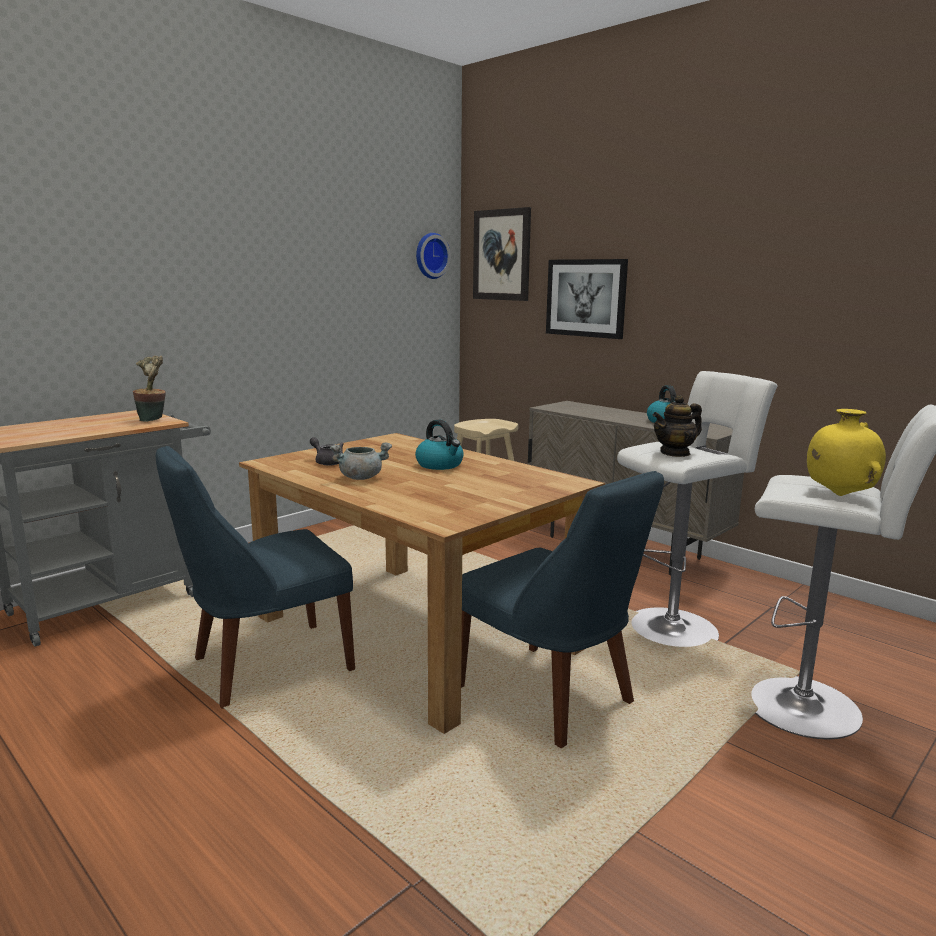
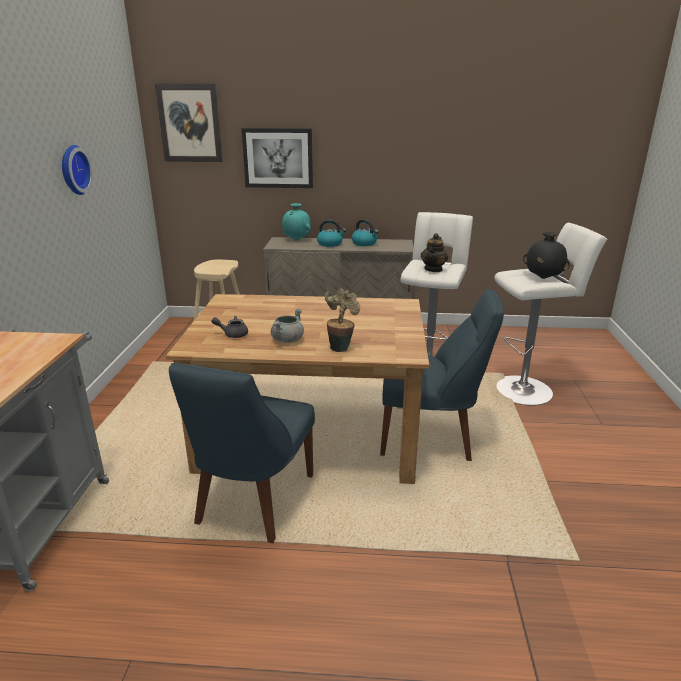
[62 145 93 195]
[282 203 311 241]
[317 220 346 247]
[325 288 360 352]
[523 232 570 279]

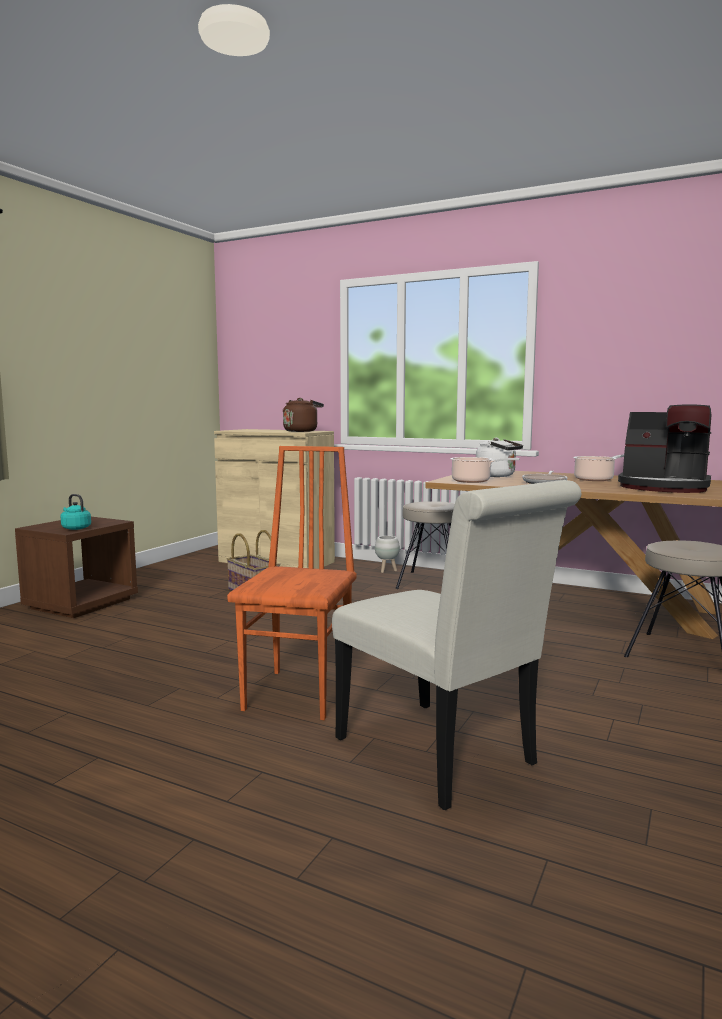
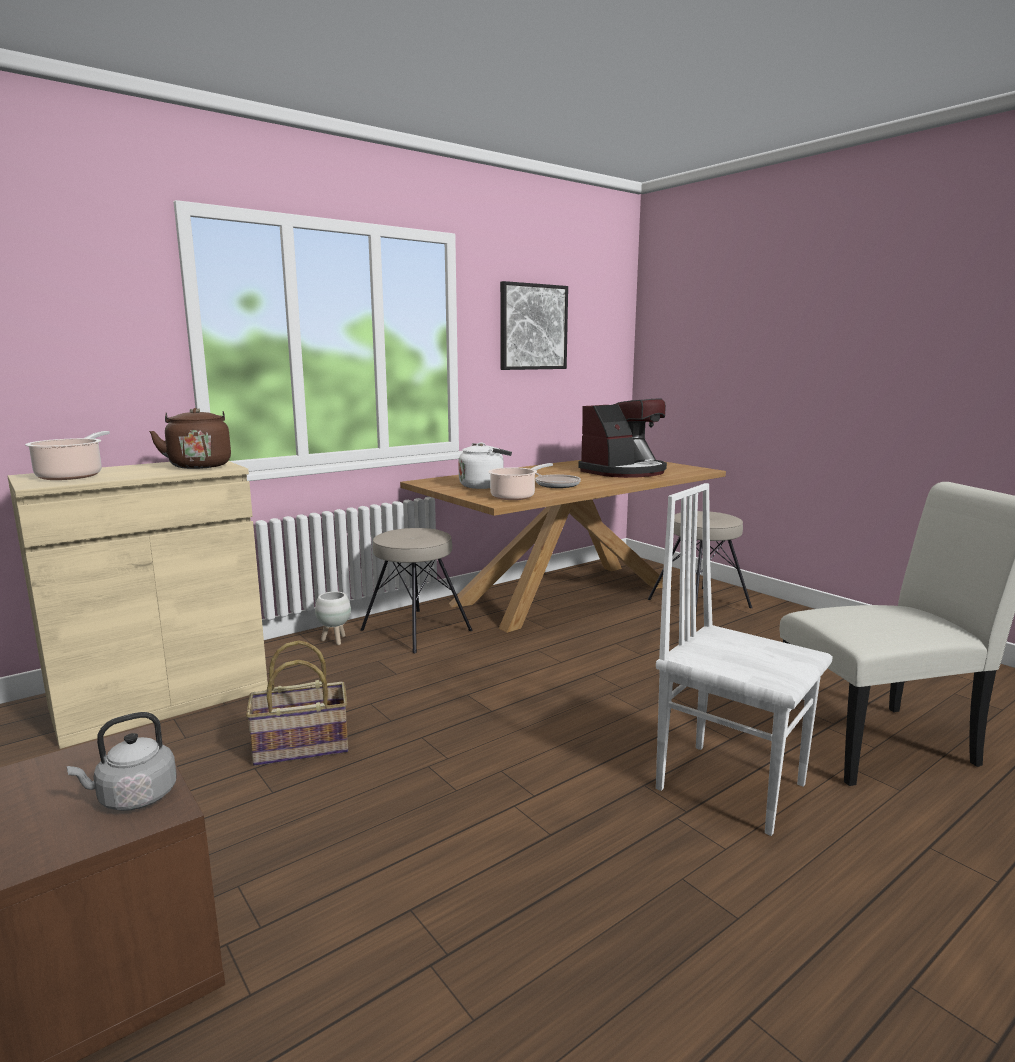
[25 431 110 480]
[66 712 177 811]
[500 281 568 370]
[656 483 833 836]

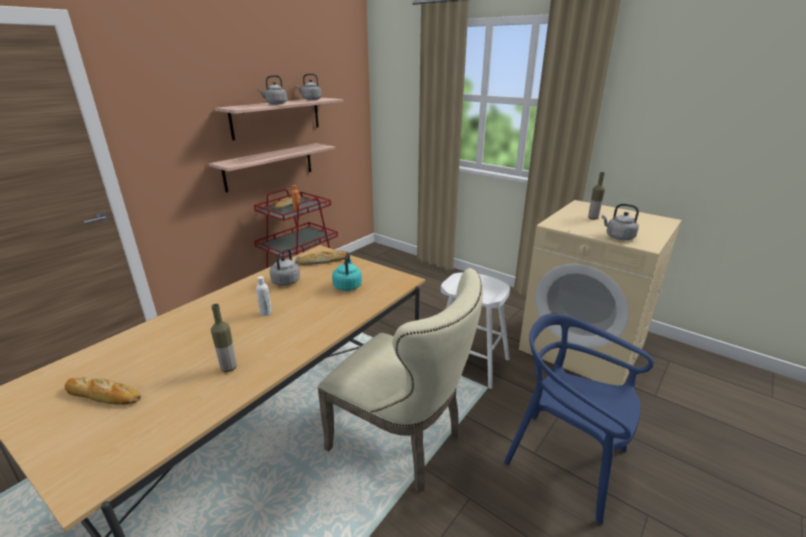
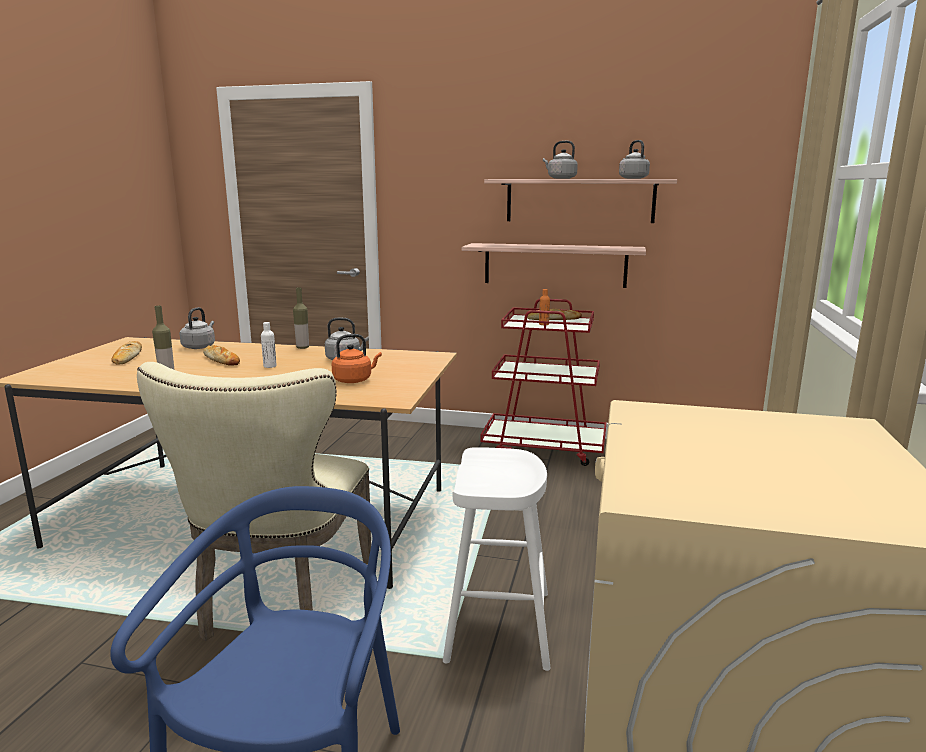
[180 307 215 349]
[203 345 240 366]
[293 287 309 349]
[332 334 382 383]

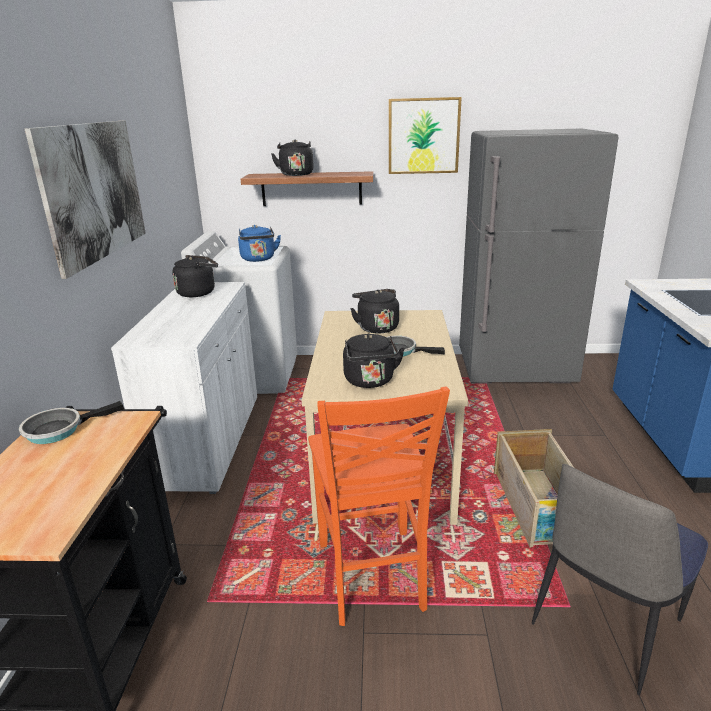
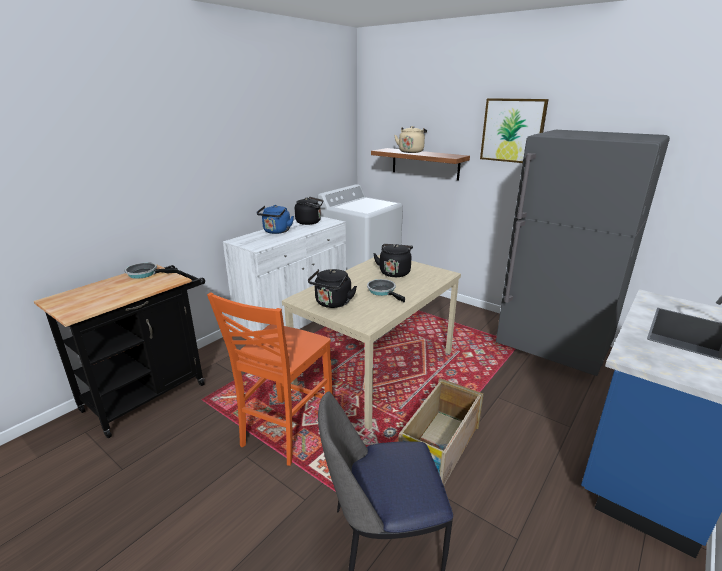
[256 205 294 234]
[395 126 427 153]
[25 121 146 279] (first image)

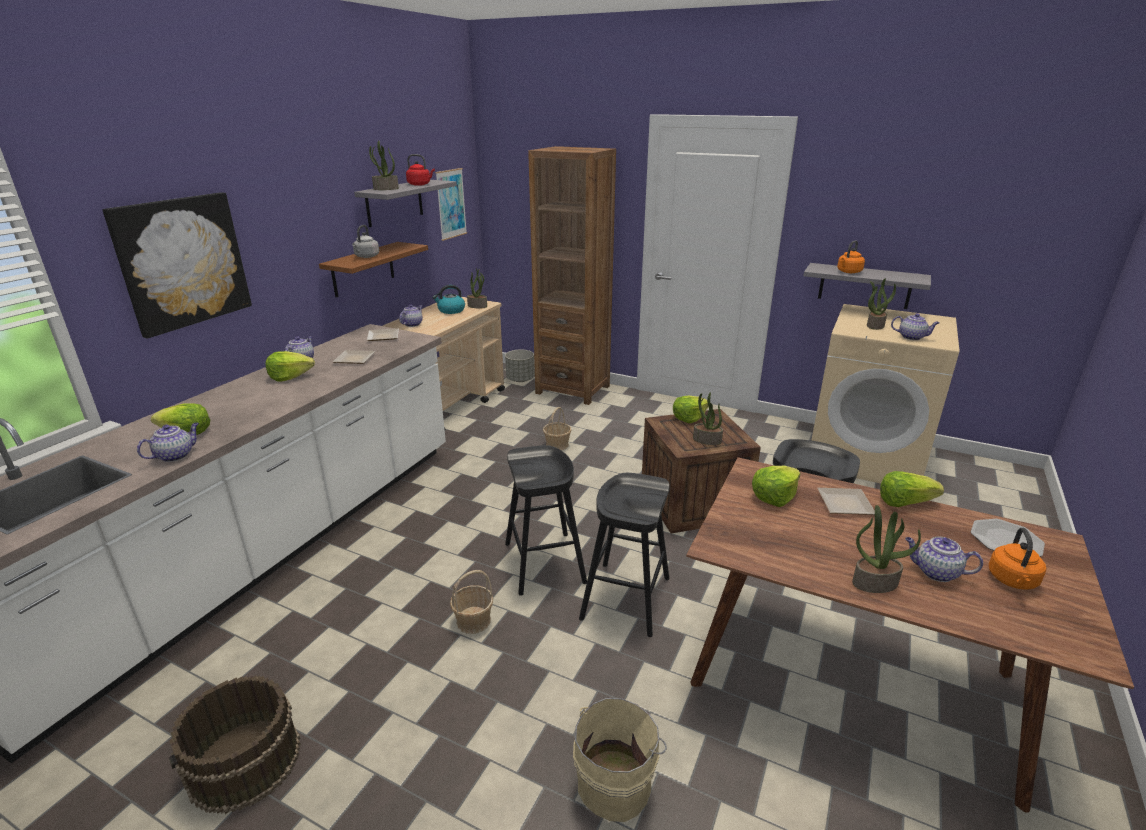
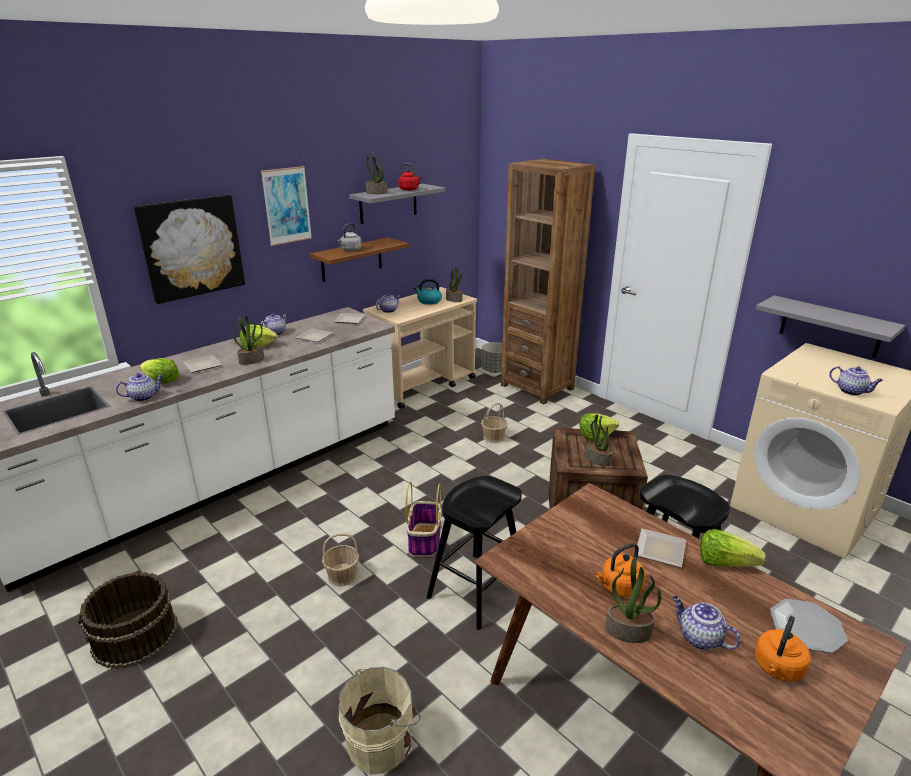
[184 355 222 373]
[233 316 264 365]
[261 166 312 246]
[406 481 442 557]
[595 543 646 597]
[752 465 801 507] (first image)

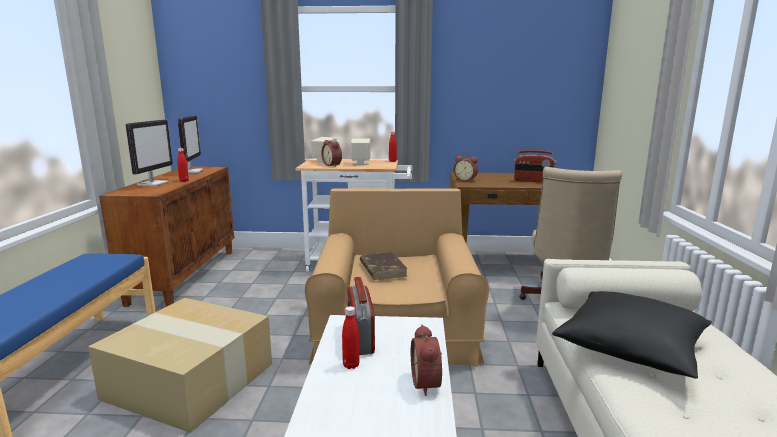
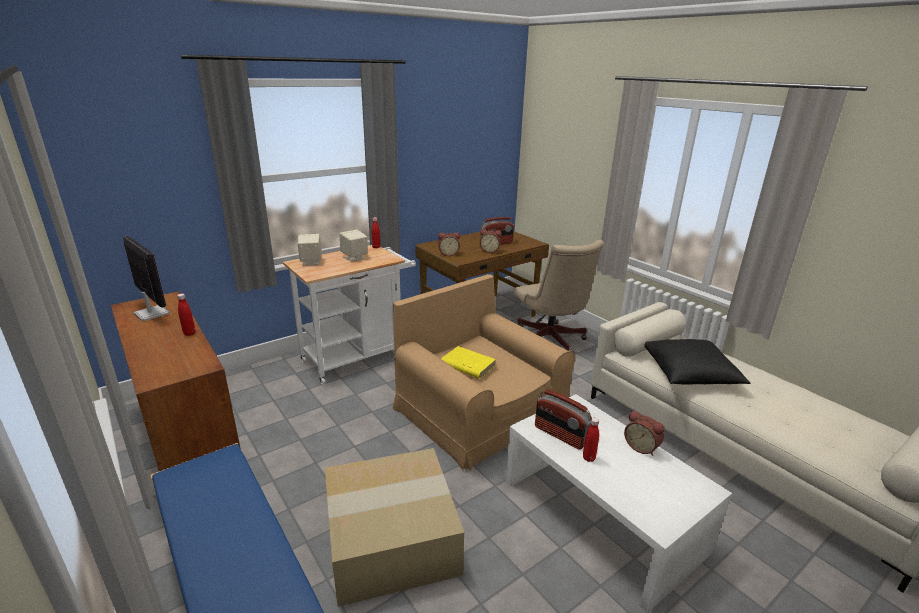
[441 346 496 379]
[480 229 502 253]
[126 119 173 186] (first image)

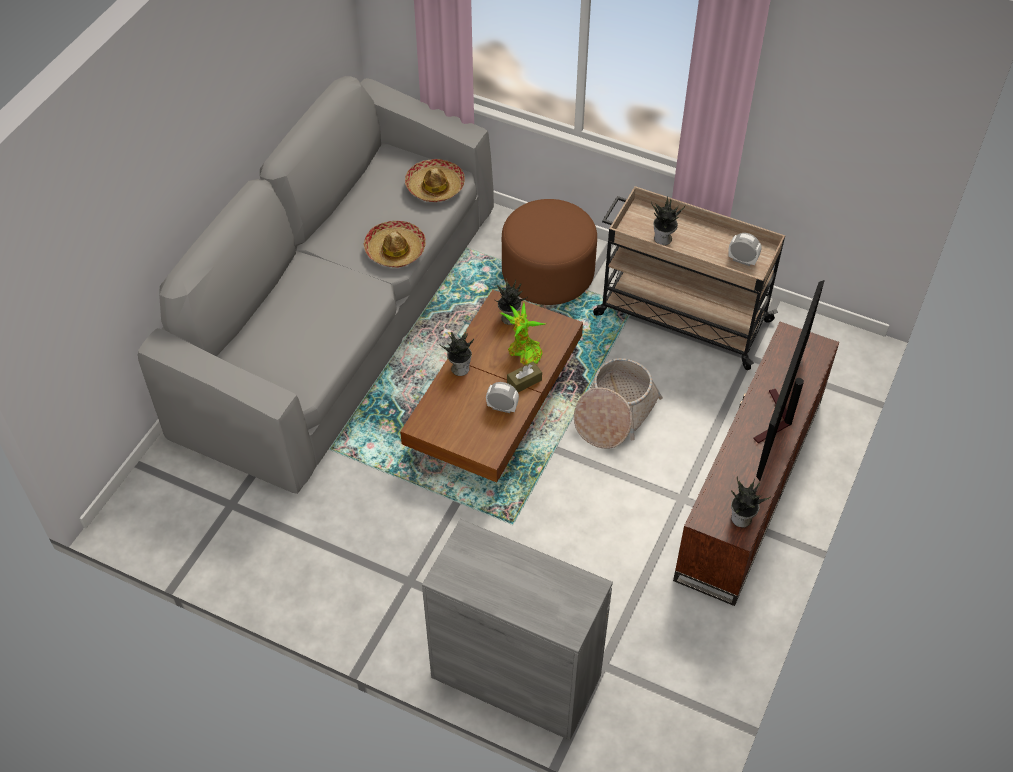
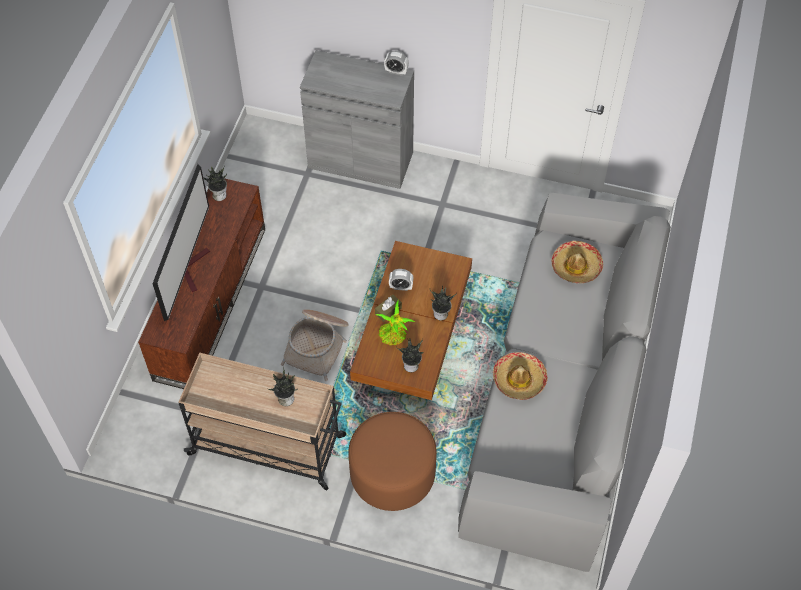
[384 51 409 76]
[551 241 603 283]

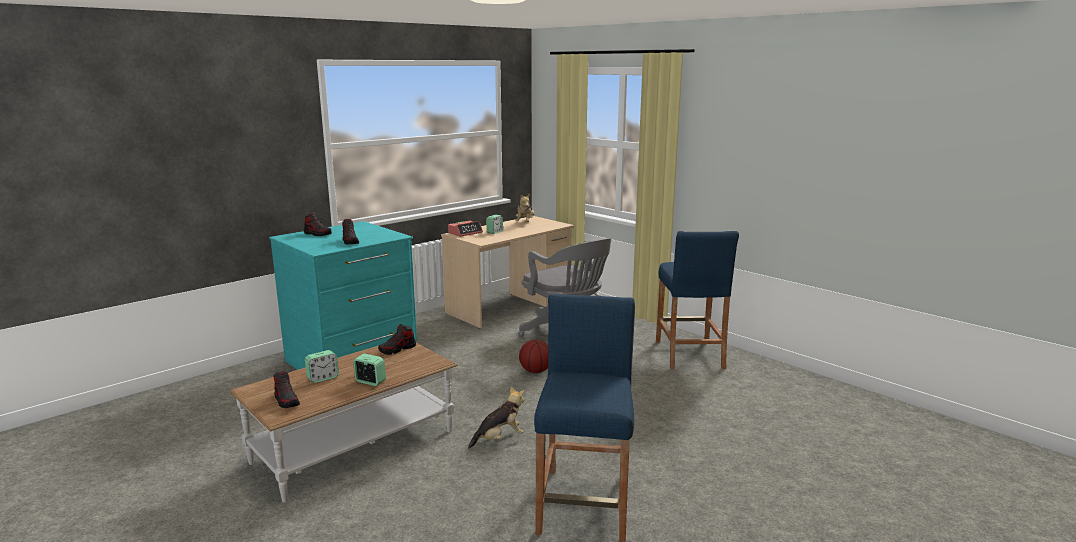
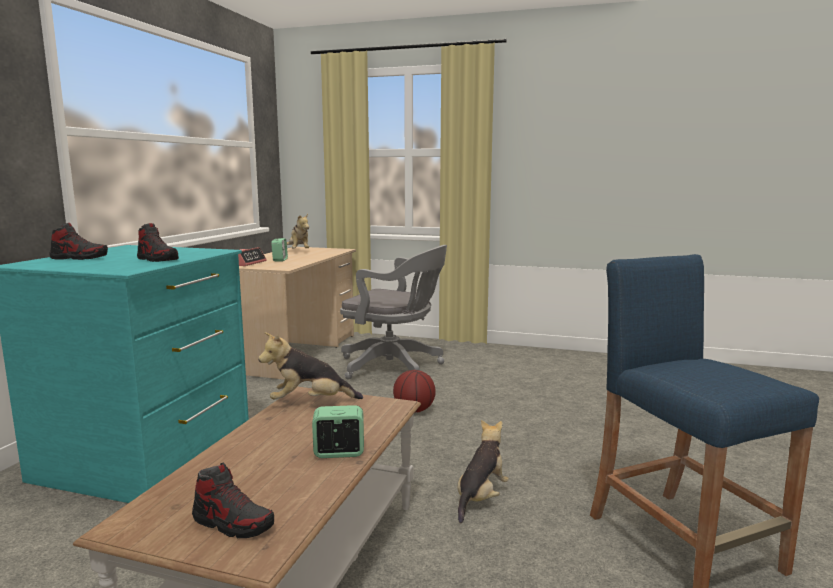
[258 332 363 400]
[305 350 339 383] (first image)
[656 231 739 370] (first image)

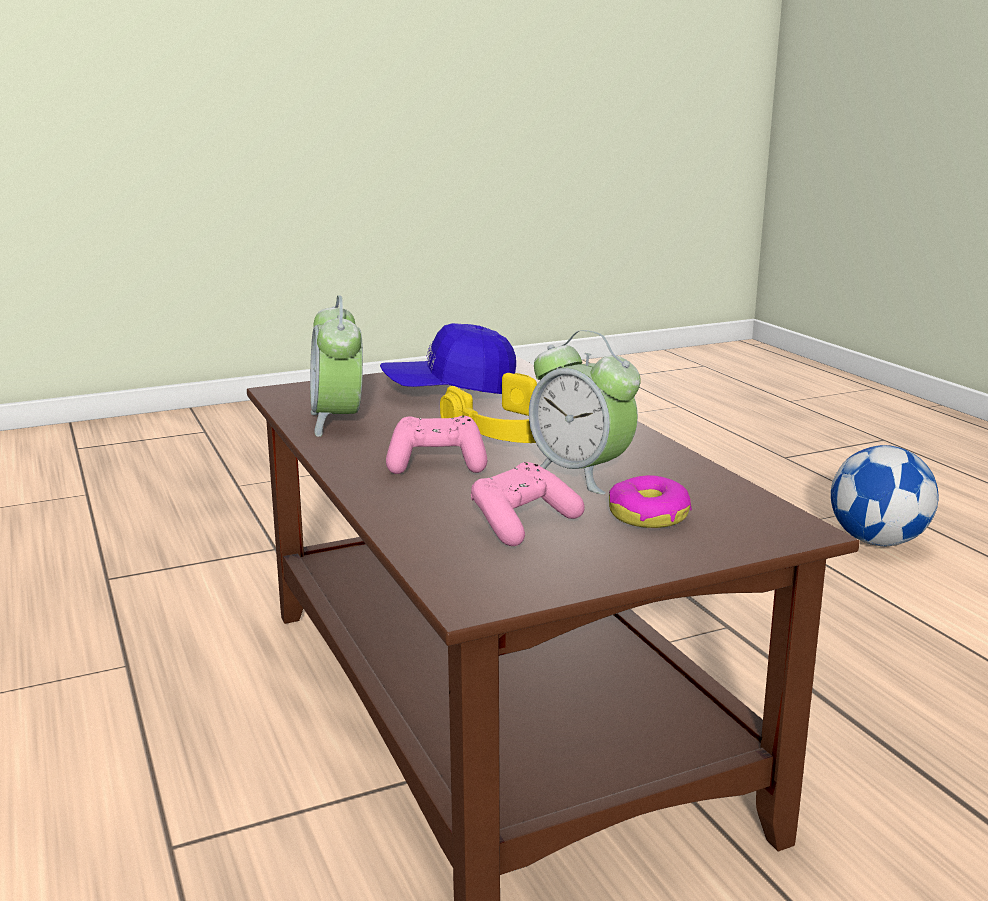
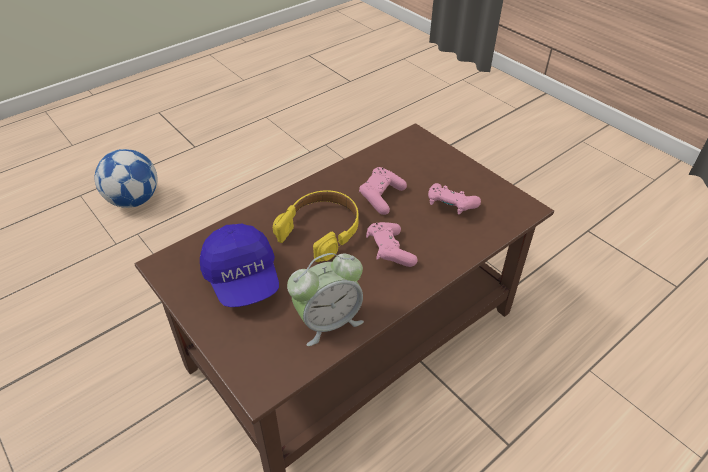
[359 167 407 215]
[609 475 692 528] (first image)

